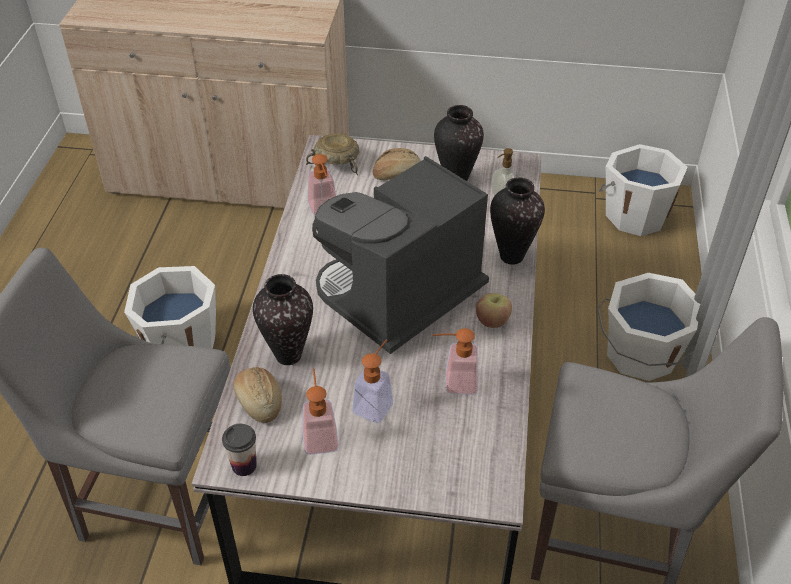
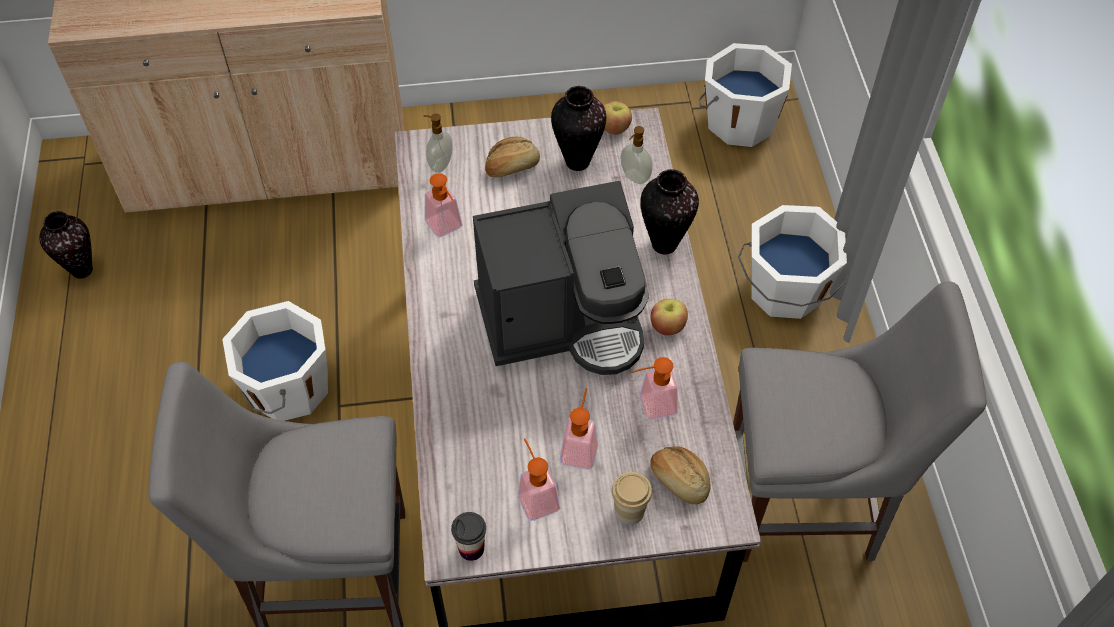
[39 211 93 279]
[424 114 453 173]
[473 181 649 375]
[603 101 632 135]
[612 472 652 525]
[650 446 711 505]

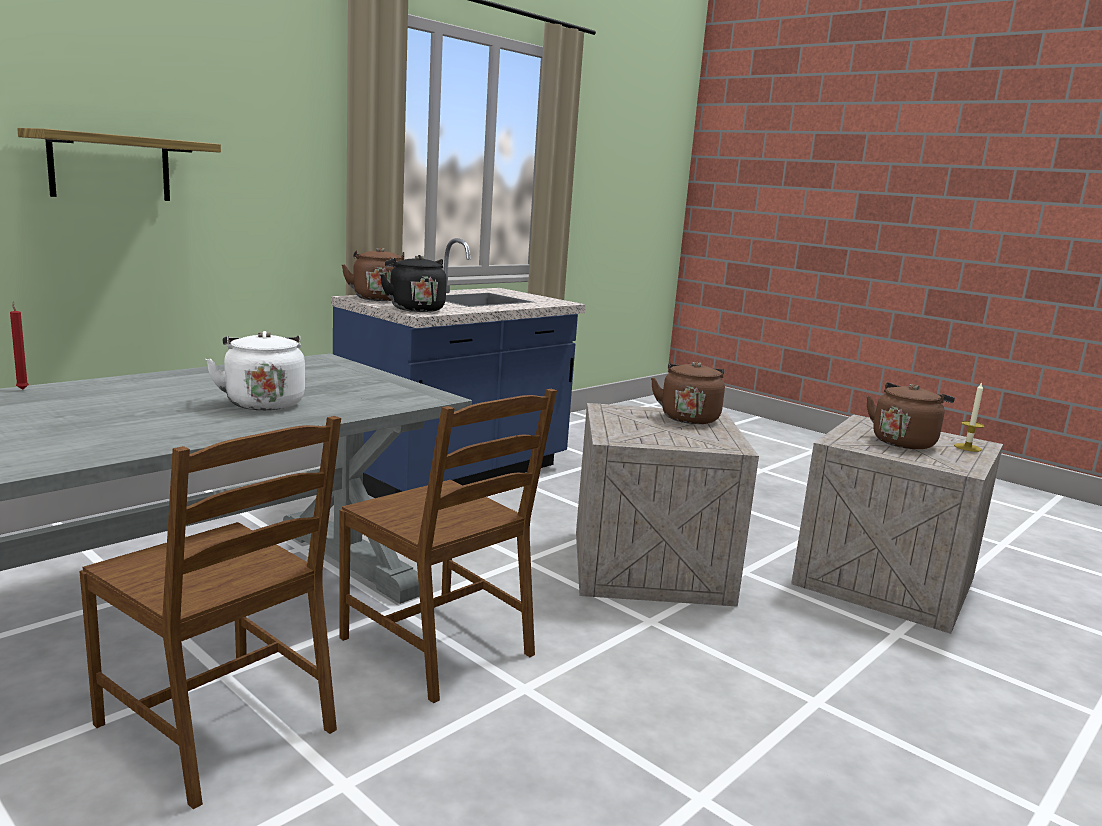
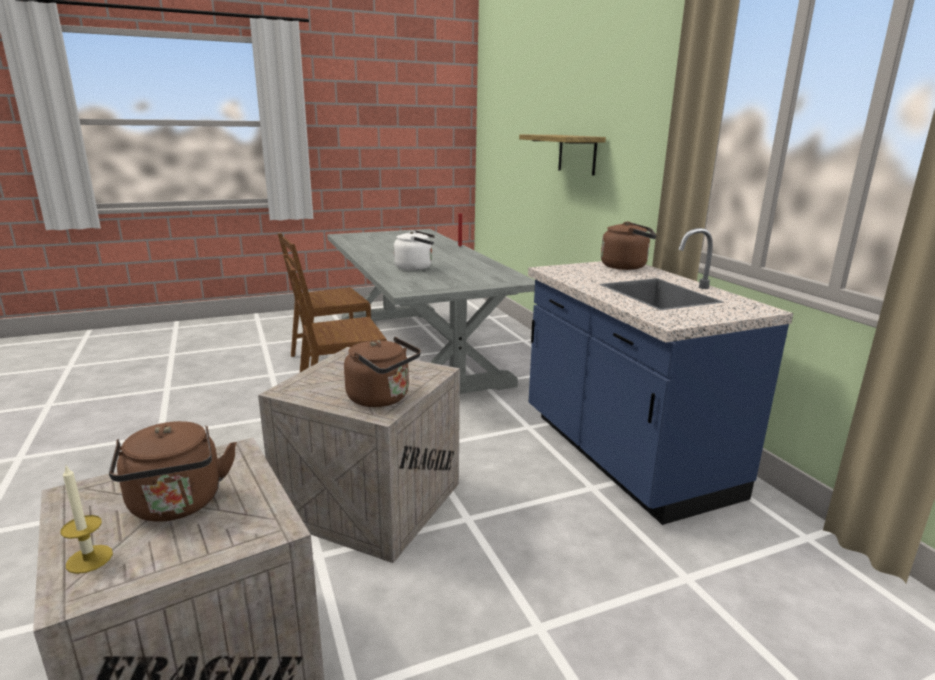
[380 255 447 312] (first image)

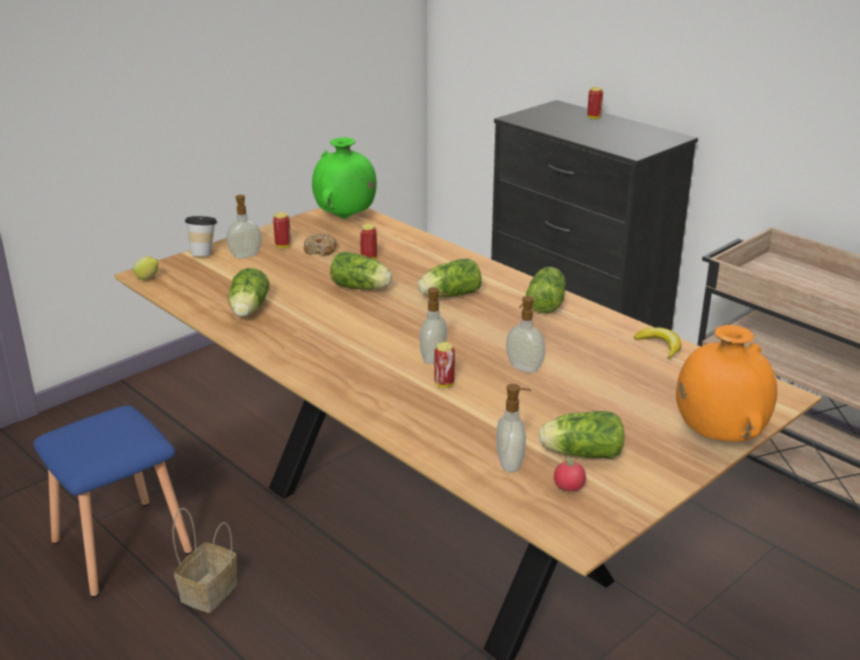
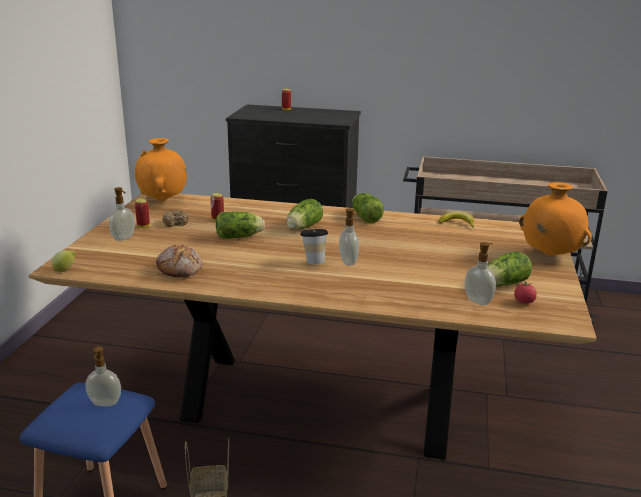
[85 347 121 406]
[135 138 187 202]
[156 244 202 277]
[300 229 328 265]
[434 342 455 388] (first image)

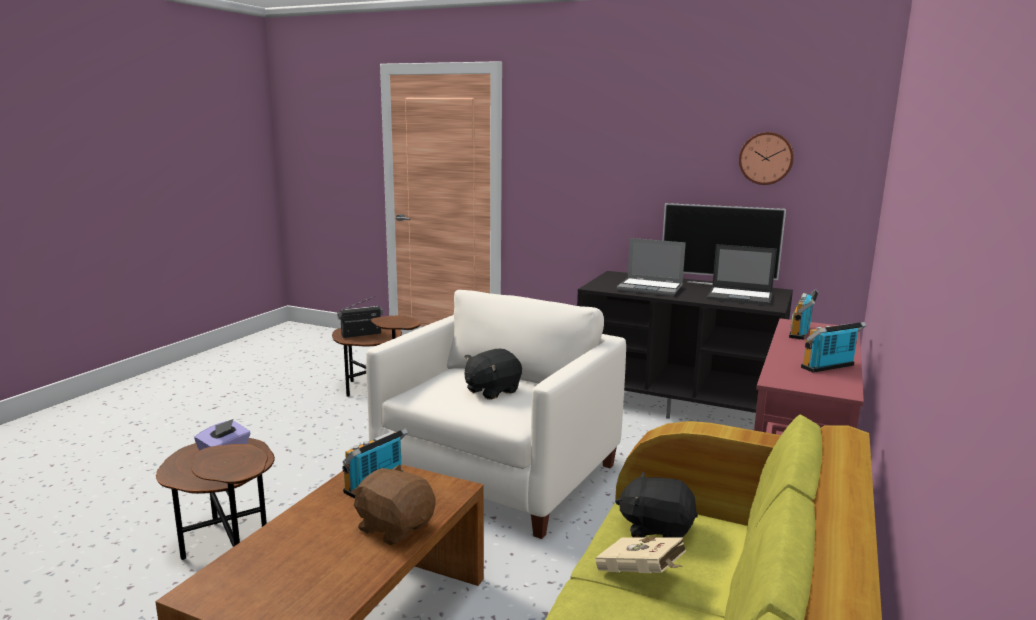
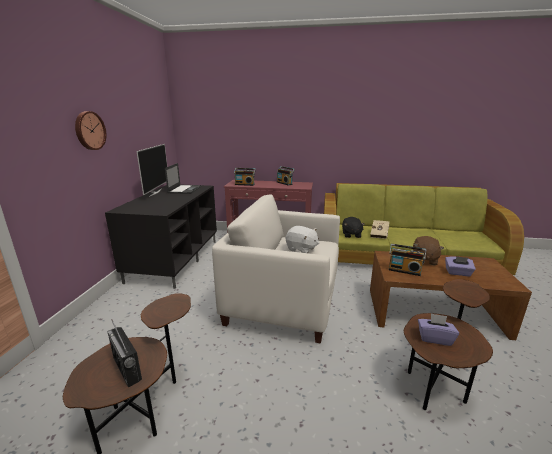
[75 111 106 150]
[286 226 319 253]
[445 256 476 276]
[617 238 686 296] (first image)

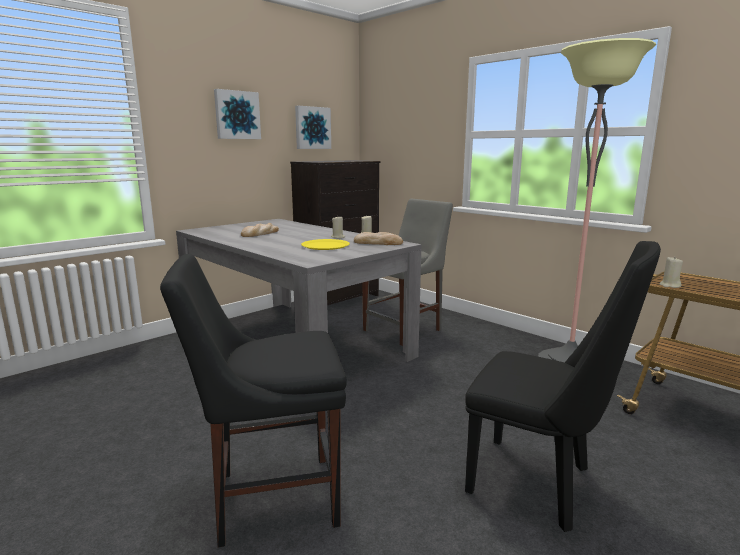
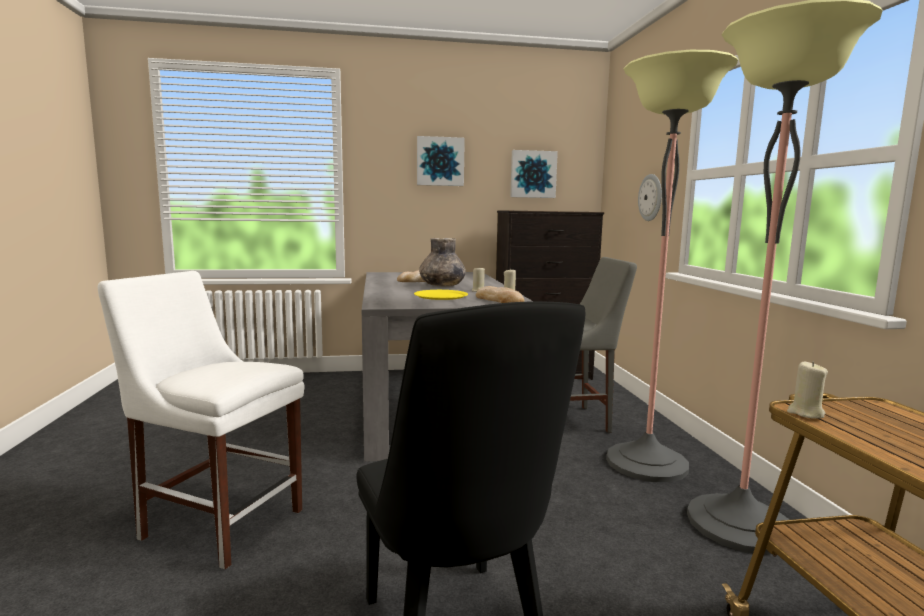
[98 271 304 569]
[419 238 466 286]
[606 50 738 482]
[638 174 662 221]

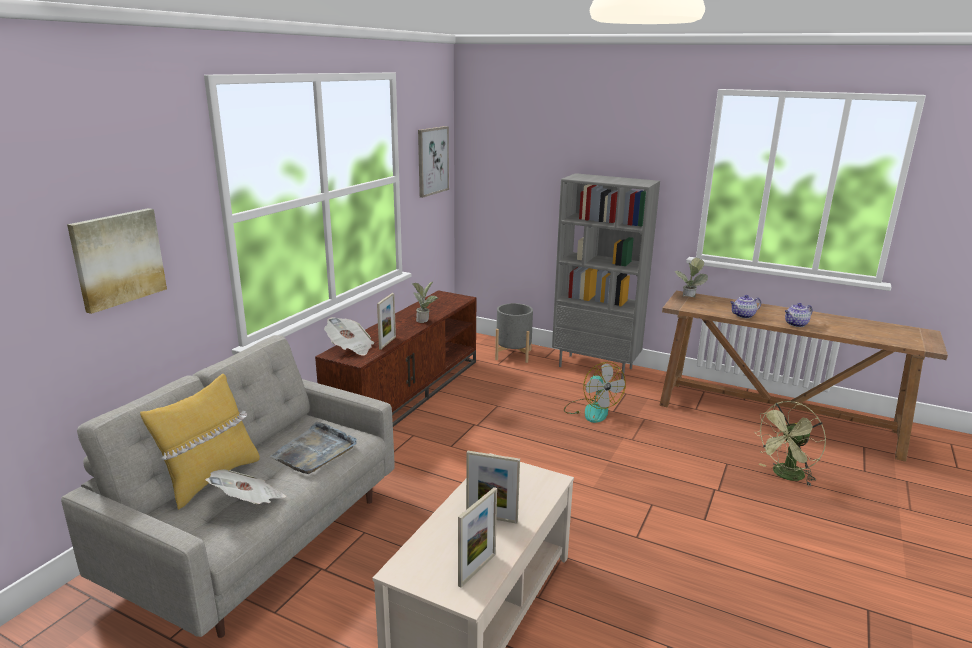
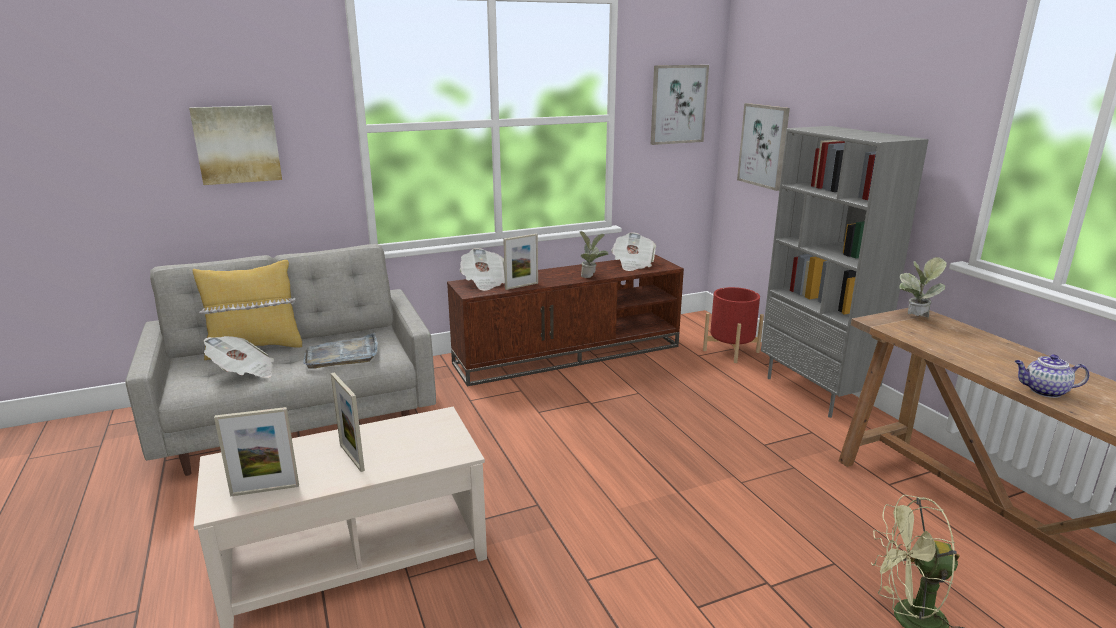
[611 232 656 271]
[703 287 764 363]
[737 103 790 191]
[564 362 626 423] (first image)
[730 295 761 318] (first image)

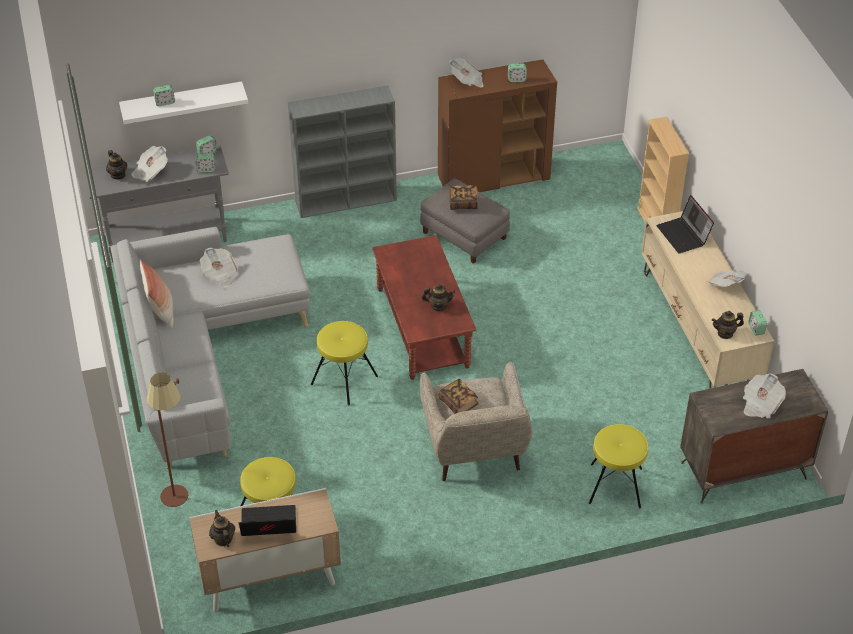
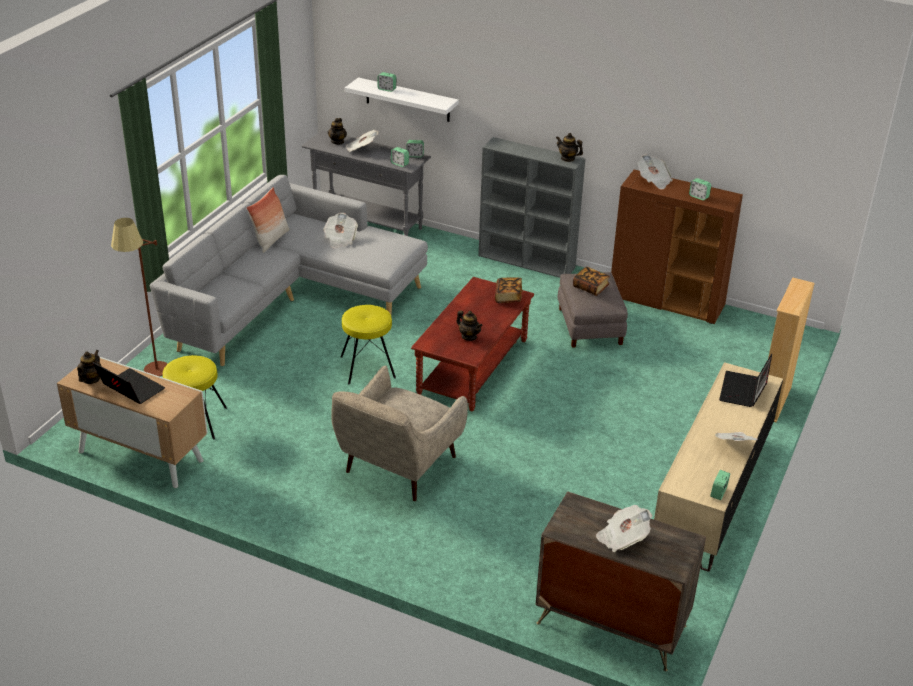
[495 278 522 303]
[556 133 583 162]
[589 424 648 509] (first image)

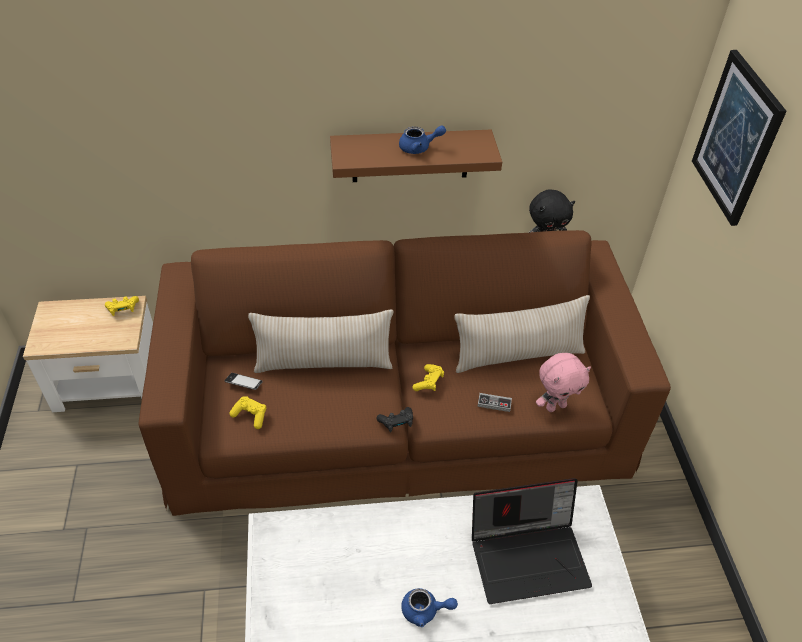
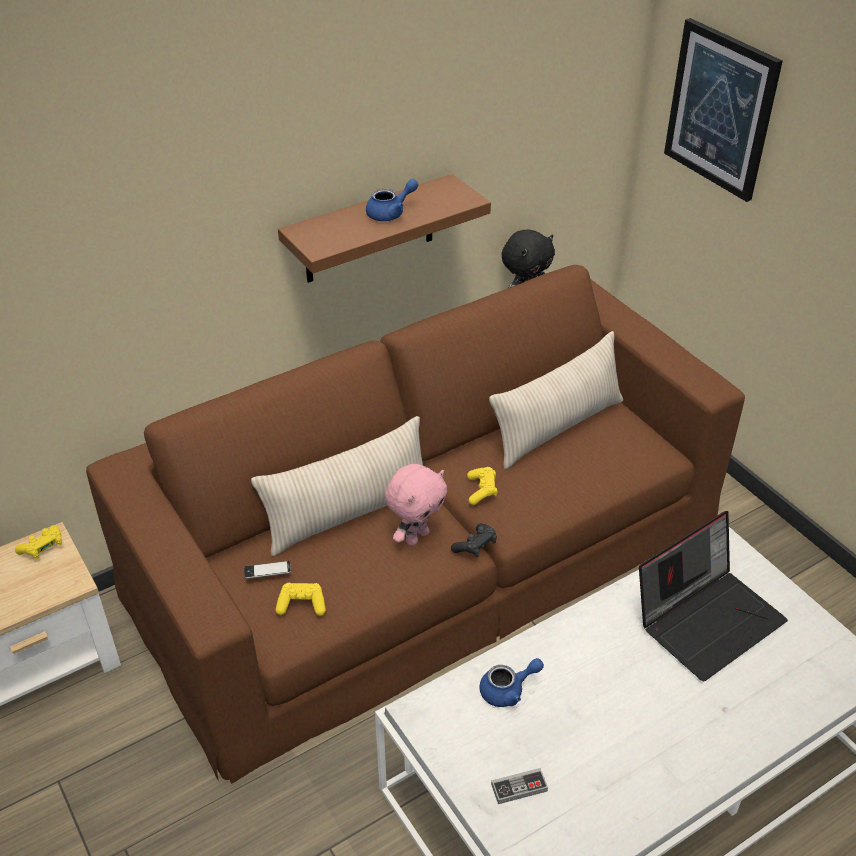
[384 464 448 546]
[480 658 544 707]
[491 768 548 804]

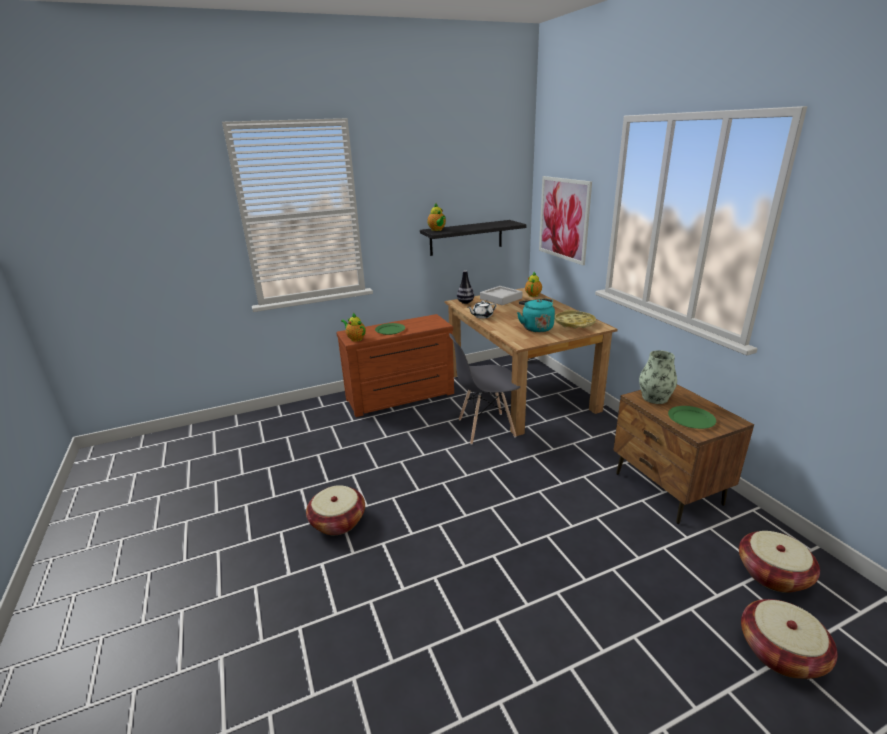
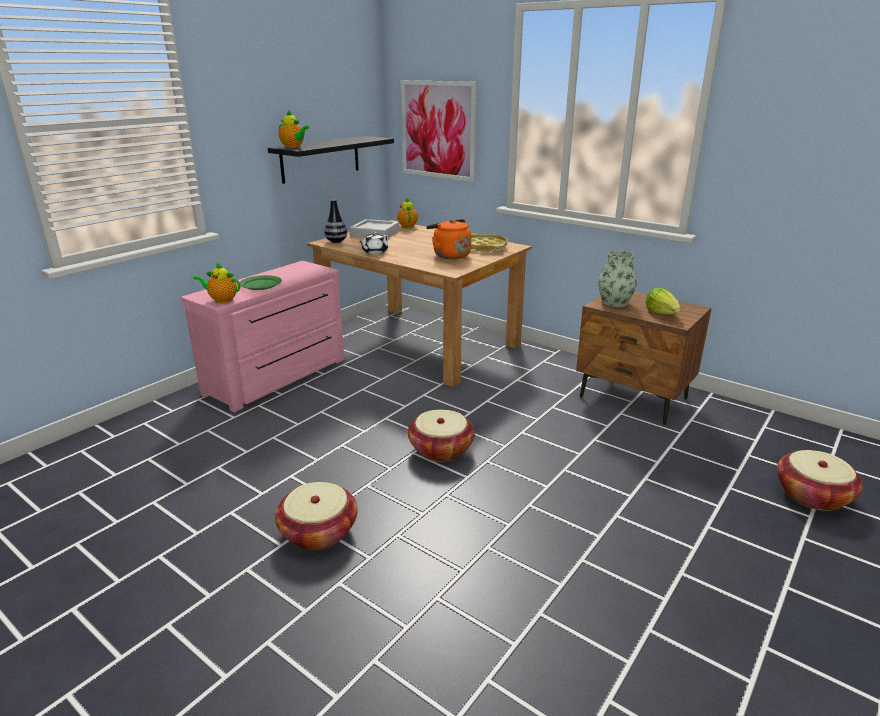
[181 261 344 412]
[408 410 475 462]
[426 219 471 259]
[645 288 681 314]
[449 333 520 445] (first image)

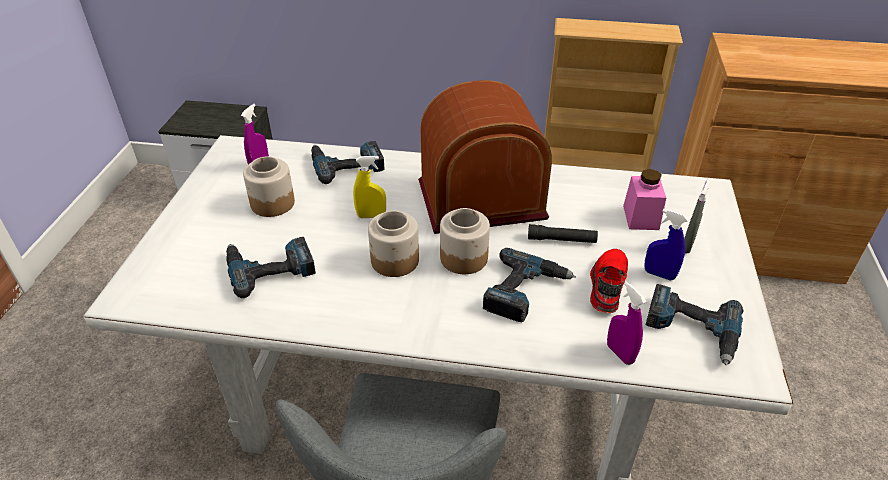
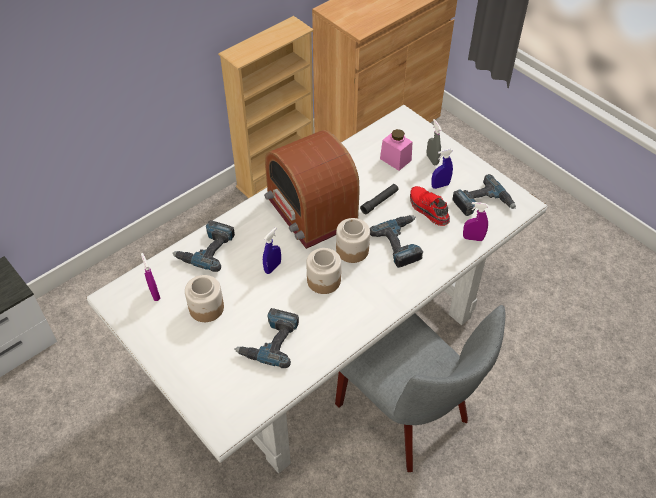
[263 227 281 274]
[264 130 360 249]

